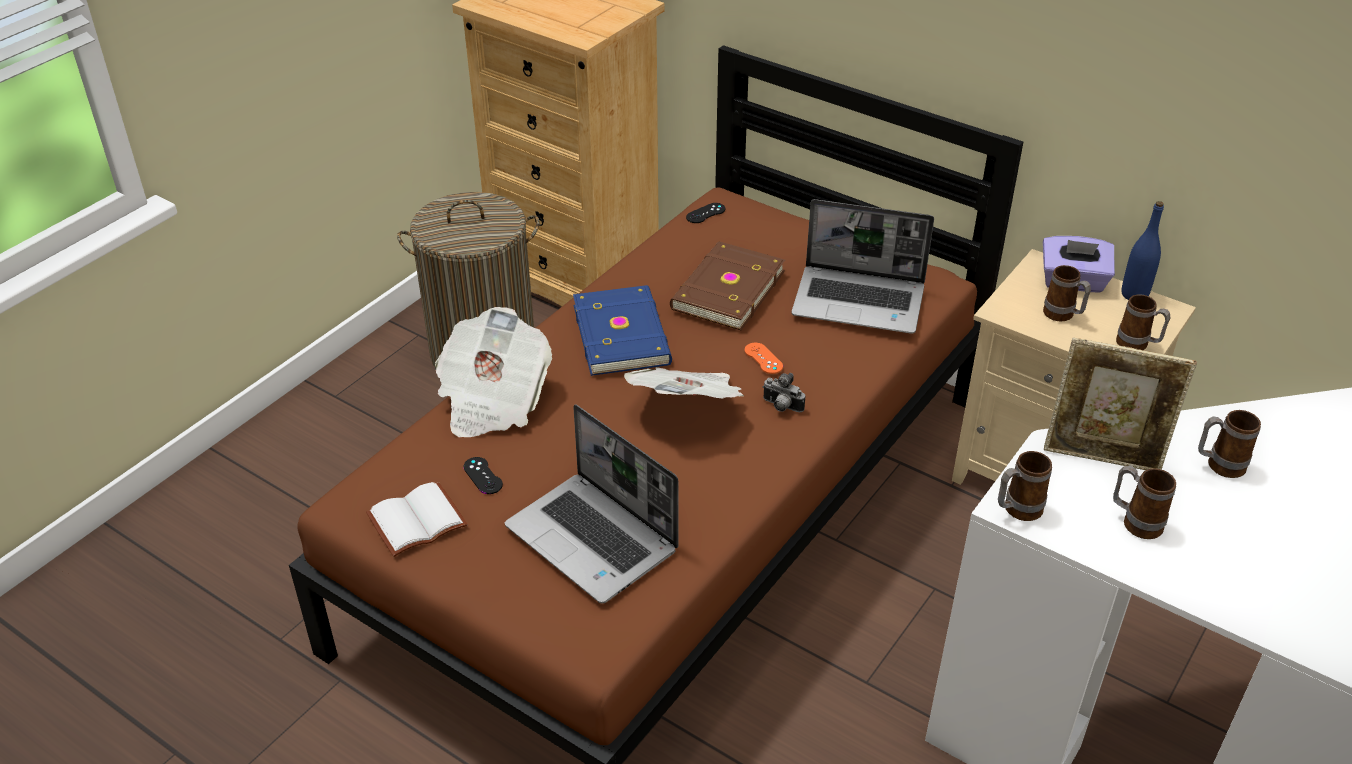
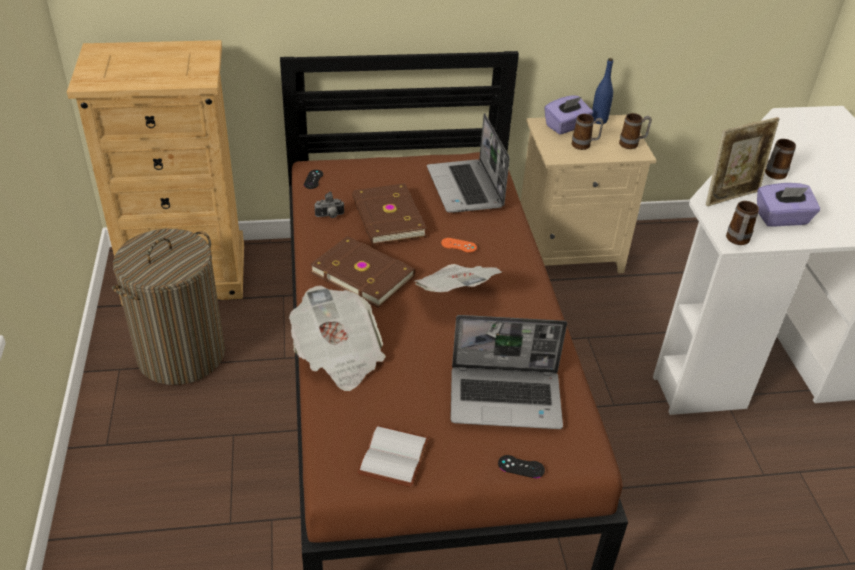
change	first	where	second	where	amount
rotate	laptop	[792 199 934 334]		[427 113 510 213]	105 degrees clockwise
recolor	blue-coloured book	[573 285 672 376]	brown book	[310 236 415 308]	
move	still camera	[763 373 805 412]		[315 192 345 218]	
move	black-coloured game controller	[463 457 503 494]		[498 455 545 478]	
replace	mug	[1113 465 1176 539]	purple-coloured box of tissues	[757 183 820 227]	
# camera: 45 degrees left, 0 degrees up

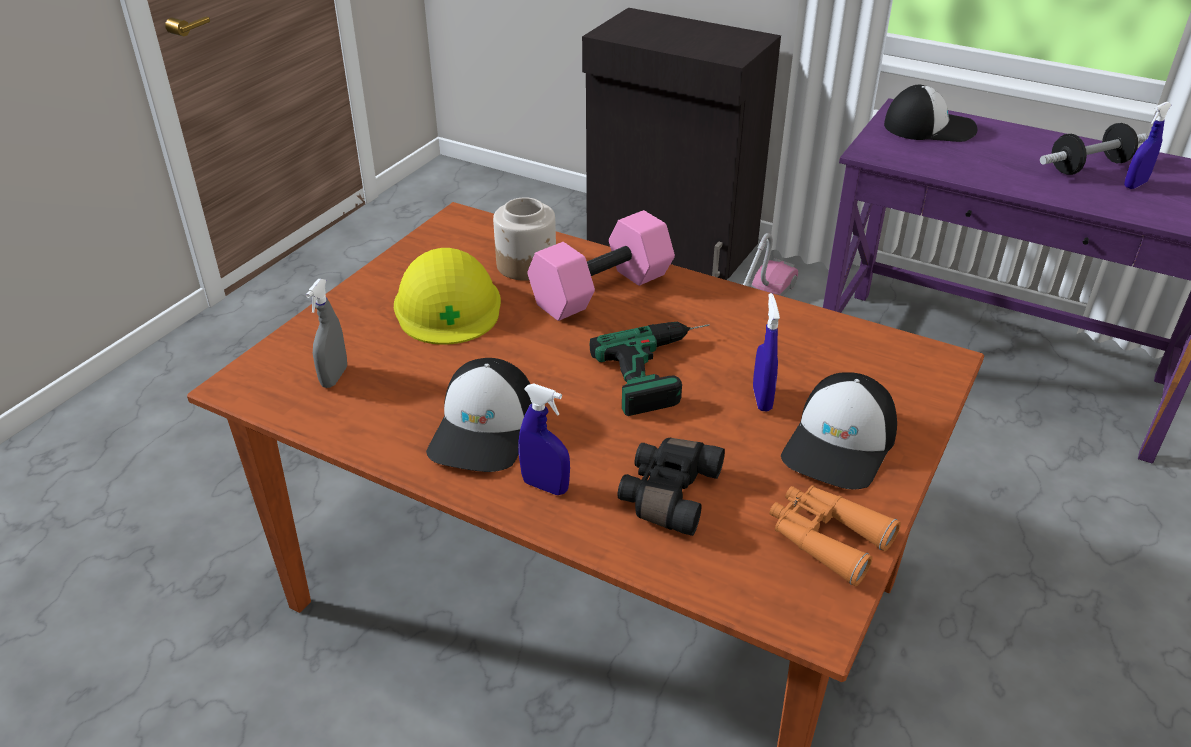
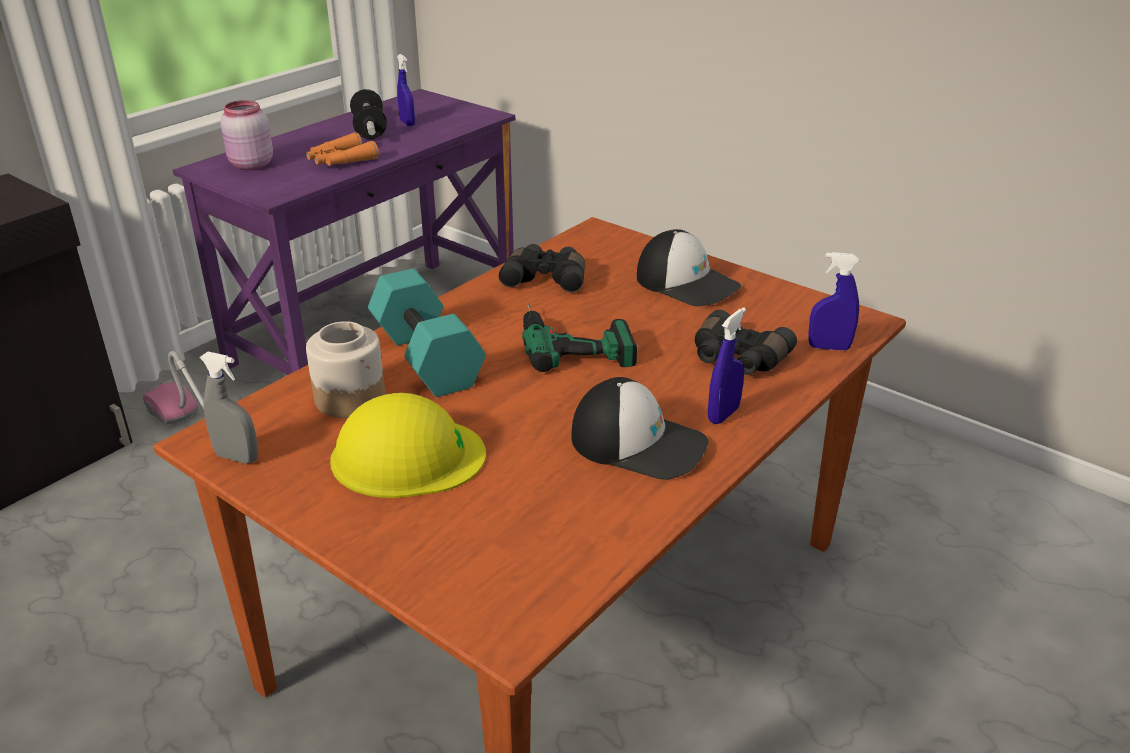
change	first	where	second	where	amount
replace	baseball cap	[884 85 977 142]	pink storage jar	[220 100 273 170]	
recolor	pink free weight	[527 210 675 321]	blue-green free weight	[368 269 486 397]	
move	grey hand sprayer	[306 279 347 388]		[199 352 258 464]	
move	blue-coloured hand sprayer	[753 293 780 411]		[808 252 859 350]	
move	orange binoculars	[769 485 901 587]		[306 132 379 166]	
insert			black-coloured binoculars	[499 244 585 292]	
# camera: 80 degrees left, 5 degrees down

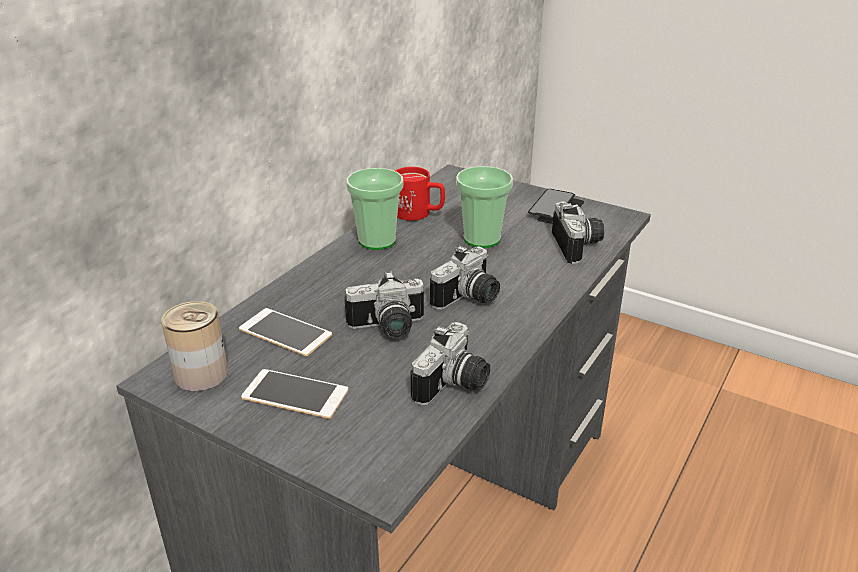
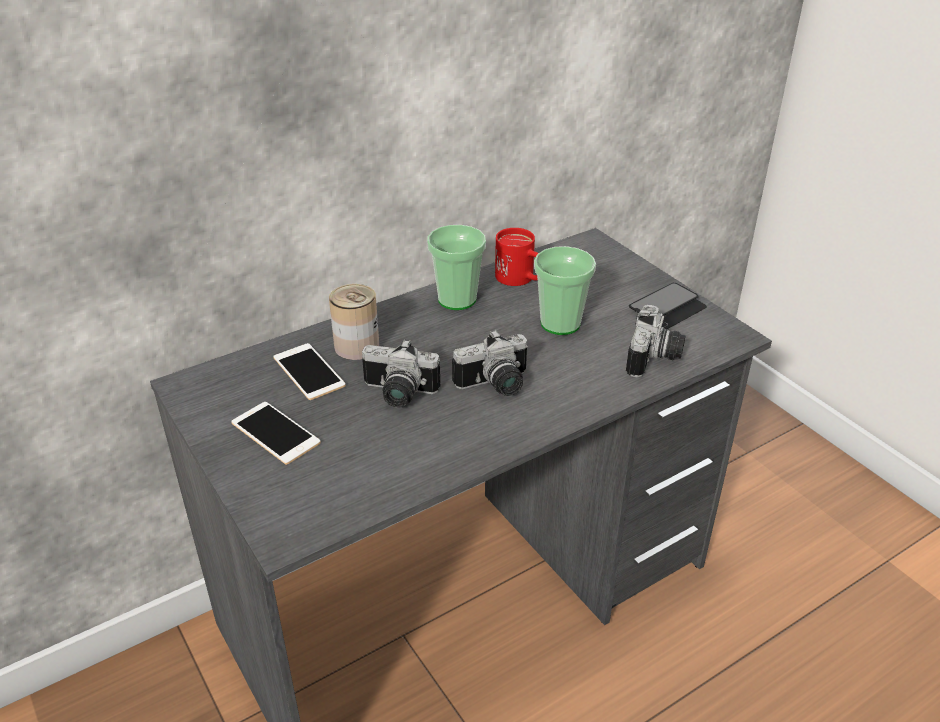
change	first	where	second	where	amount
move	metal can	[161 301 228 391]		[329 284 379 360]	
delete	still camera	[411 322 490 406]			
# camera: 25 degrees right, 5 degrees up

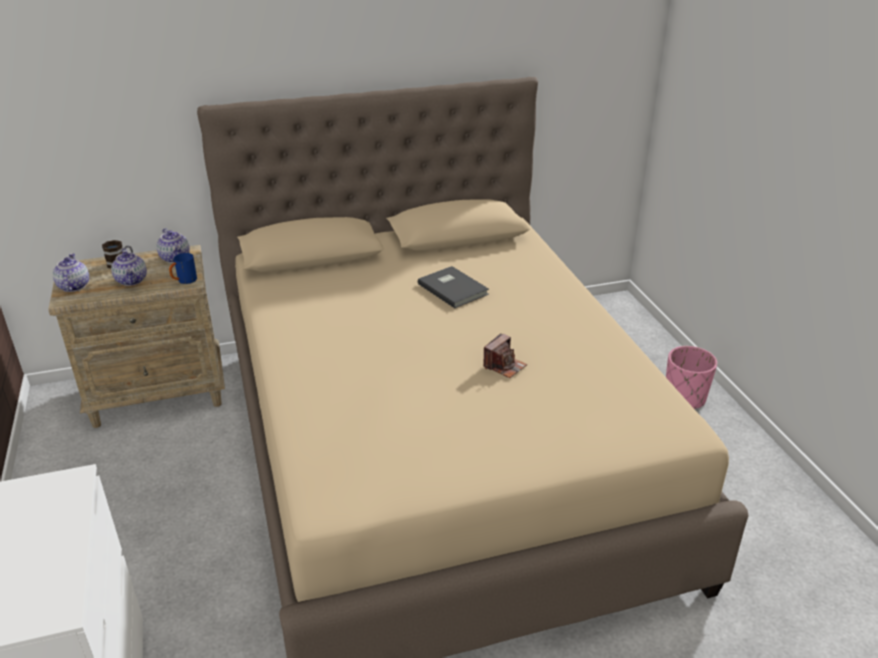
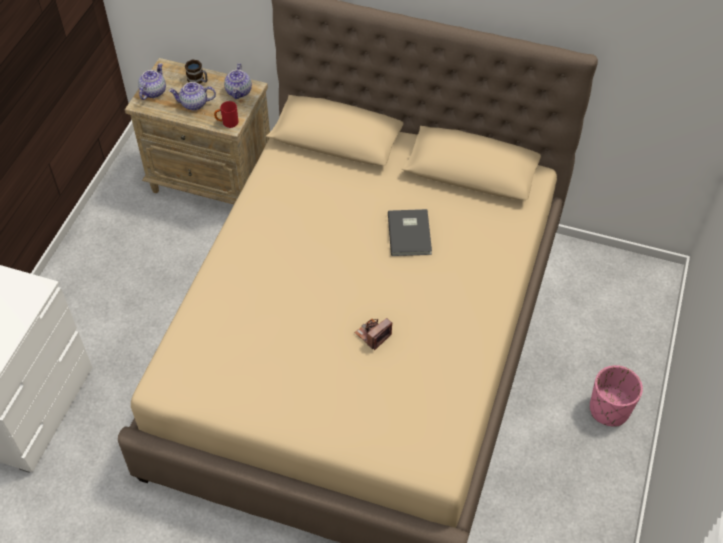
change	first	where	second	where	amount
rotate	tea pot	[111 249 147 286]		[169 82 216 110]	75 degrees clockwise
recolor	blue-coloured mug	[169 253 197 284]	red mug	[214 101 238 128]	
rotate	still camera	[483 333 527 378]		[354 318 392 350]	150 degrees clockwise
# camera: 35 degrees right, 20 degrees up

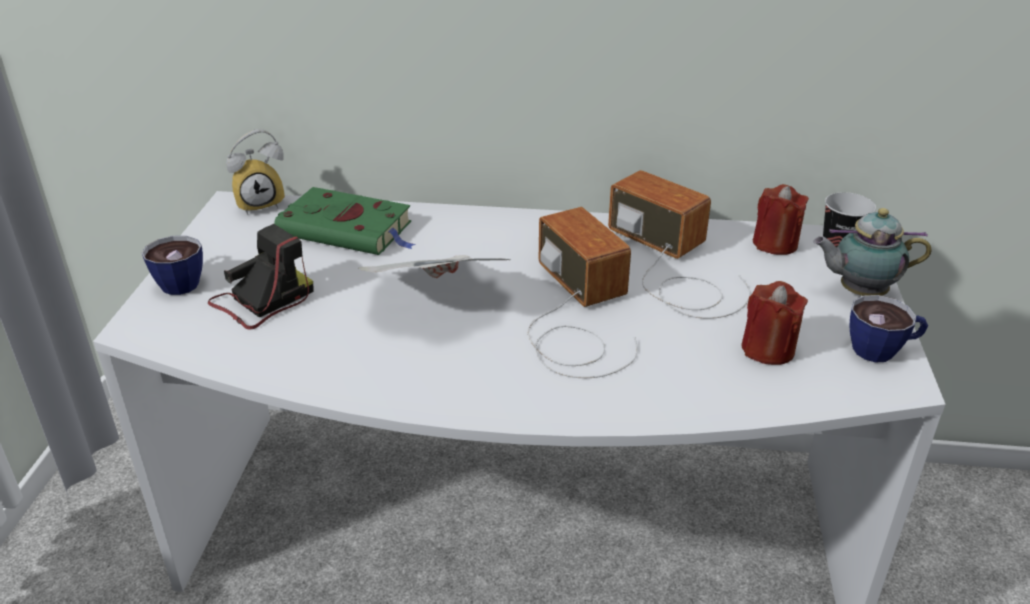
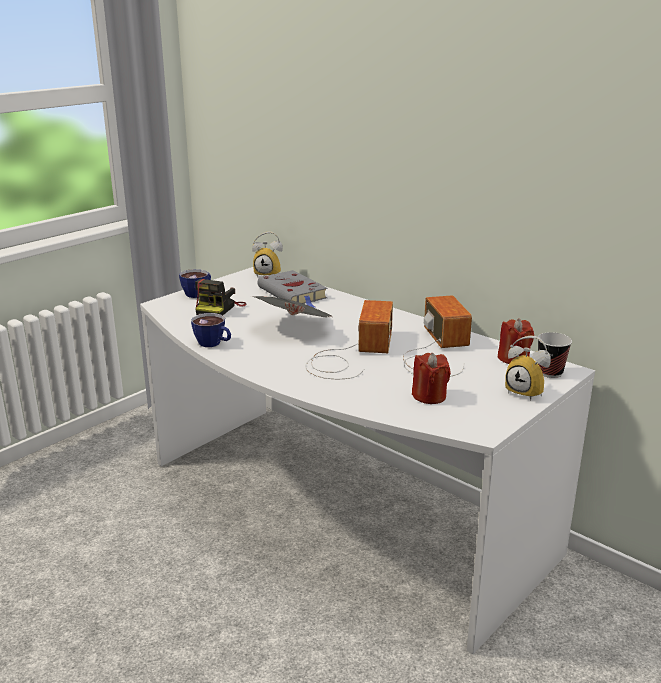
change	first	where	second	where	amount
recolor	green book	[274 187 416 255]	grey book	[258 270 327 307]	
replace	tea pot	[813 208 932 296]	alarm clock	[505 336 551 400]	
rotate	still camera	[208 224 314 330]		[195 279 247 315]	120 degrees clockwise
move	drinking cup	[849 295 928 362]		[191 313 231 347]	
# camera: 35 degrees right, 10 degrees down

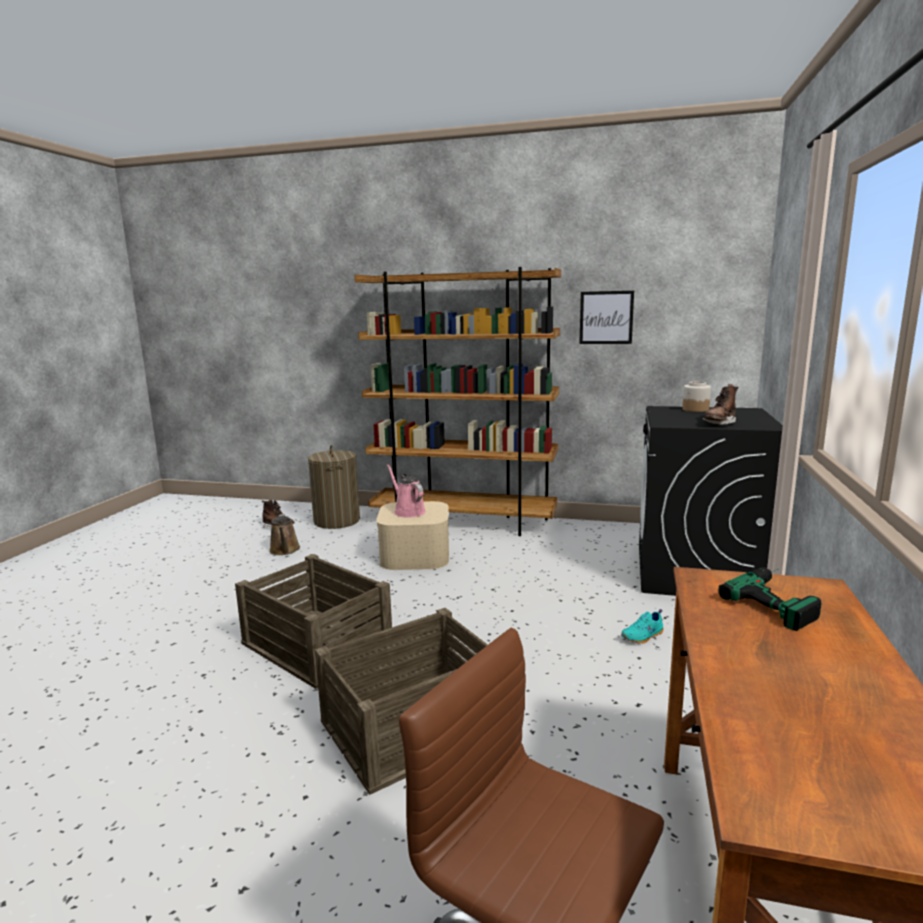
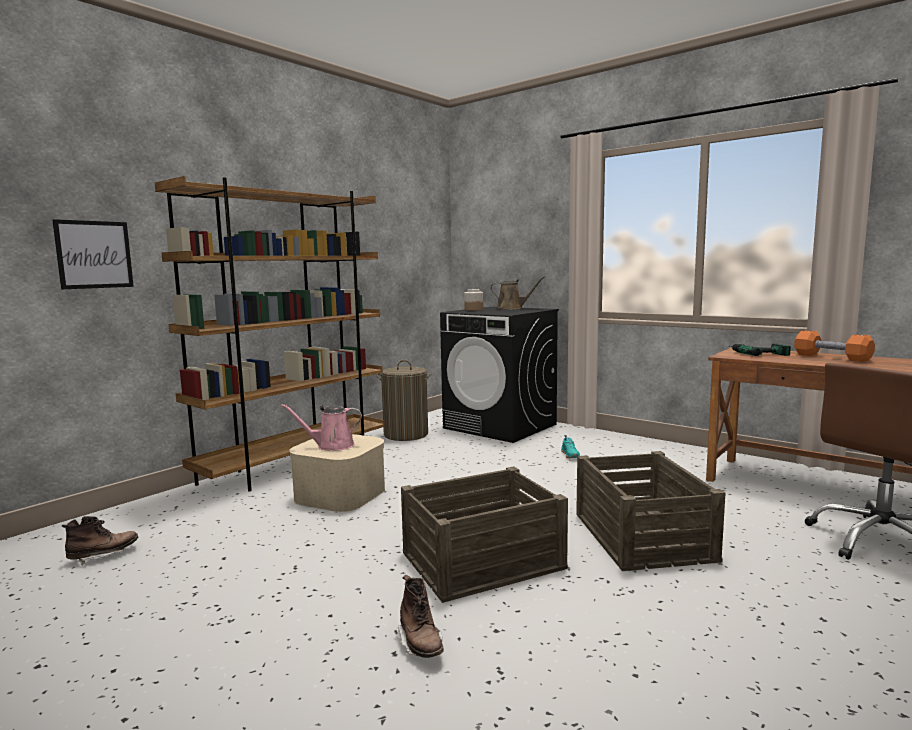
change	first	where	second	where	amount
move	wall art	[579 291 634 344]		[52 219 134 289]	
move	brown boot	[702 384 739 425]		[394 575 444 658]	
move	laundry basket	[308 445 360 529]		[376 360 432 441]	
move	brown watering can	[269 514 300 555]		[490 276 546 309]	
insert			orange free weight	[794 330 875 362]	
# camera: 65 degrees left, 5 degrees down

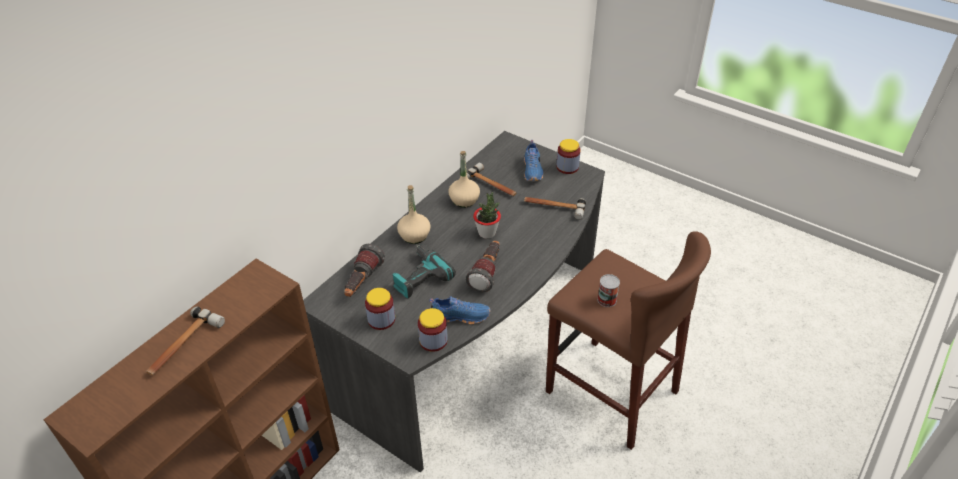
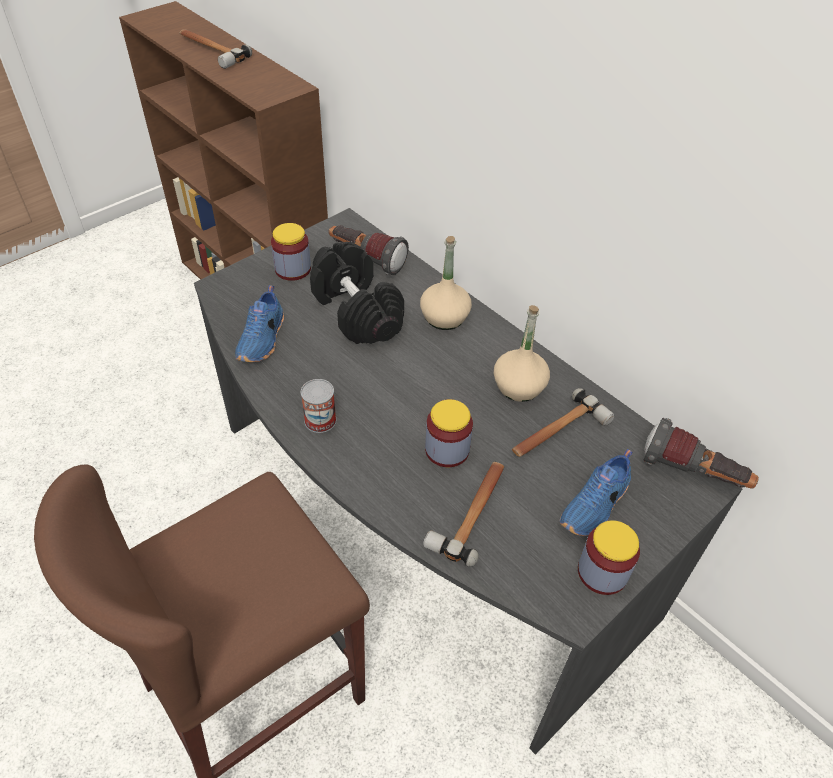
change	first	where	second	where	amount
rotate	blue-coloured shoe	[524 140 543 181]		[560 449 633 536]	60 degrees counterclockwise
delete	potted plant	[473 192 501 239]			
move	flashlight	[466 240 500 292]		[644 418 759 489]	
replace	drill	[392 244 456 298]	black-coloured free weight	[310 242 404 344]	
move	metal can	[597 274 620 307]		[301 379 336 433]	
move	storage jar	[418 308 448 352]		[425 399 473 467]	
# camera: 100 degrees right, 5 degrees up

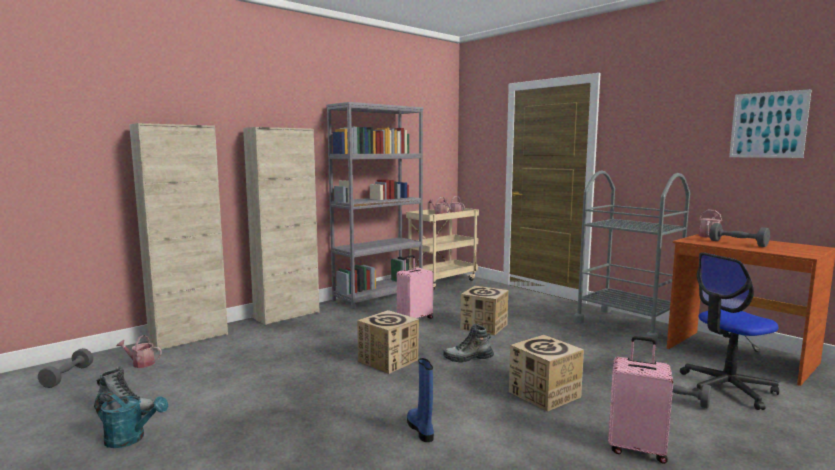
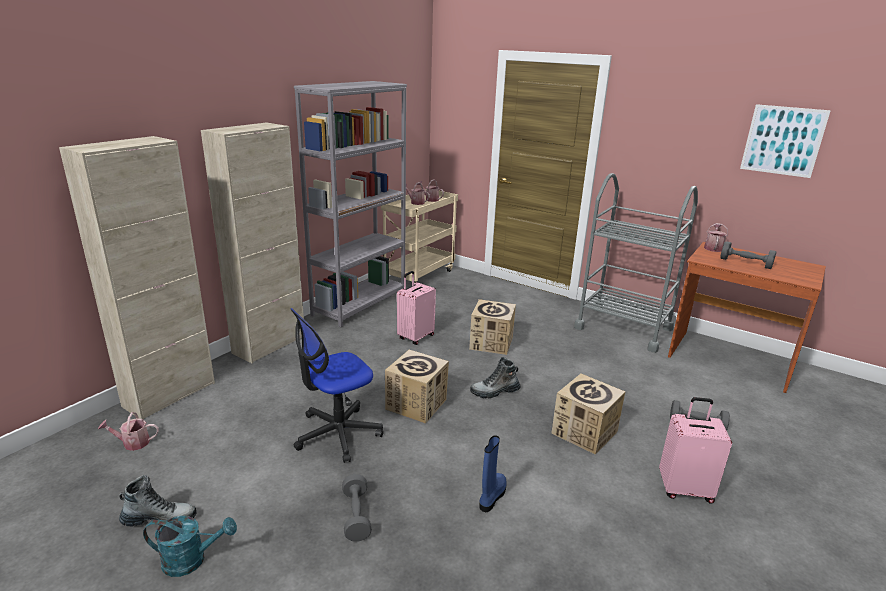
change	first	where	second	where	amount
move	office chair	[680 252 779 410]		[290 308 384 463]	
move	grey free weight	[38 348 93 388]		[342 474 372 542]	
rotate	blue-coloured boot	[407 358 434 442]		[480 435 507 512]	60 degrees clockwise
# camera: 15 degrees left, 15 degrees up

